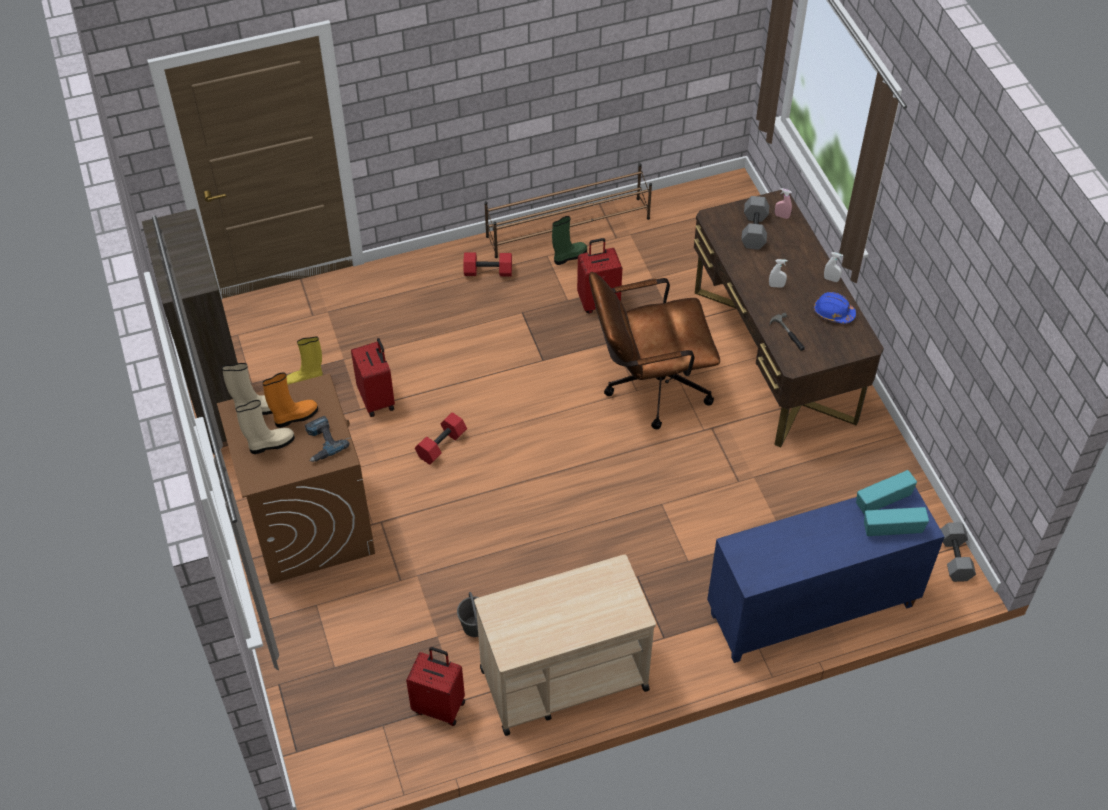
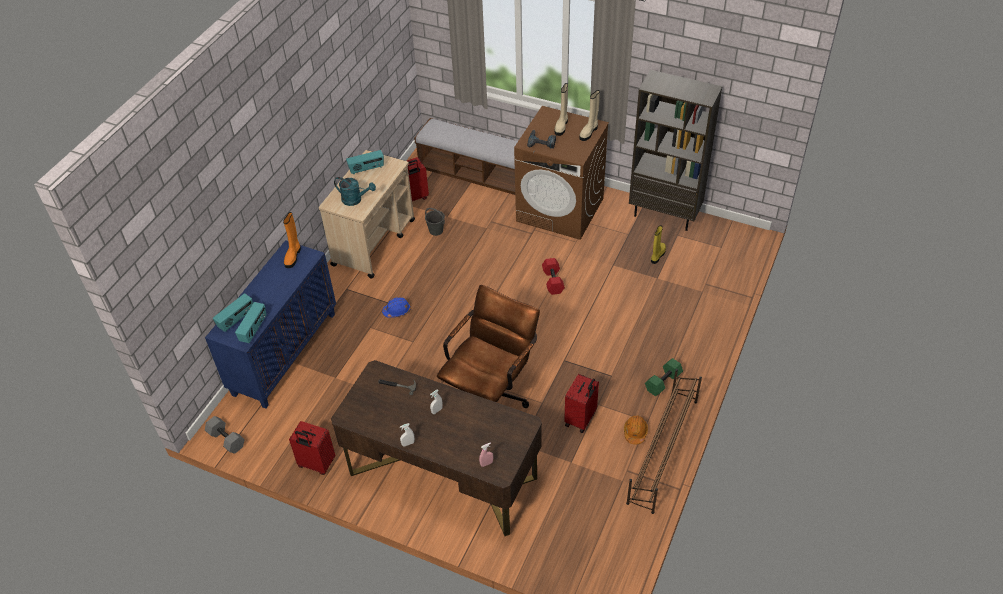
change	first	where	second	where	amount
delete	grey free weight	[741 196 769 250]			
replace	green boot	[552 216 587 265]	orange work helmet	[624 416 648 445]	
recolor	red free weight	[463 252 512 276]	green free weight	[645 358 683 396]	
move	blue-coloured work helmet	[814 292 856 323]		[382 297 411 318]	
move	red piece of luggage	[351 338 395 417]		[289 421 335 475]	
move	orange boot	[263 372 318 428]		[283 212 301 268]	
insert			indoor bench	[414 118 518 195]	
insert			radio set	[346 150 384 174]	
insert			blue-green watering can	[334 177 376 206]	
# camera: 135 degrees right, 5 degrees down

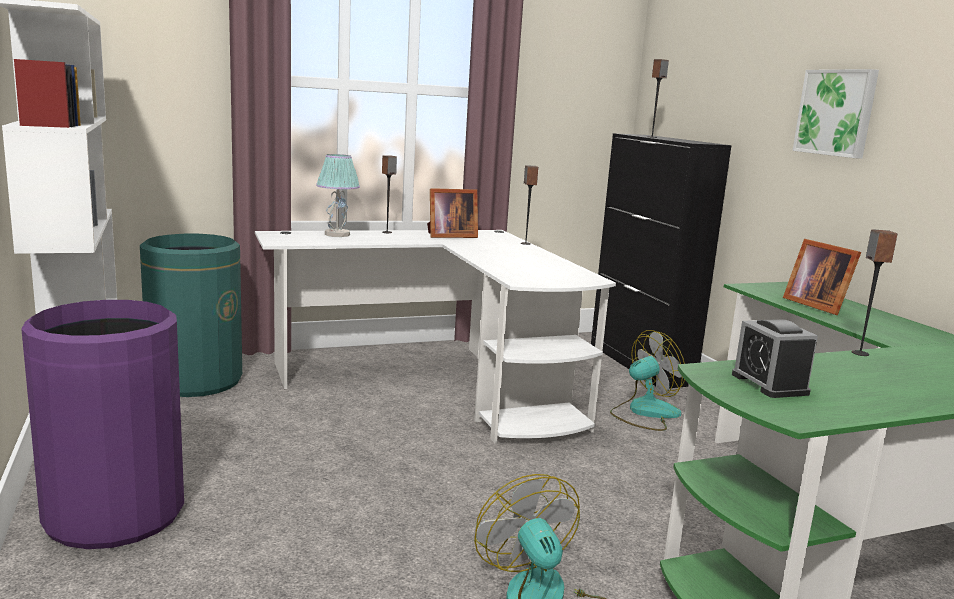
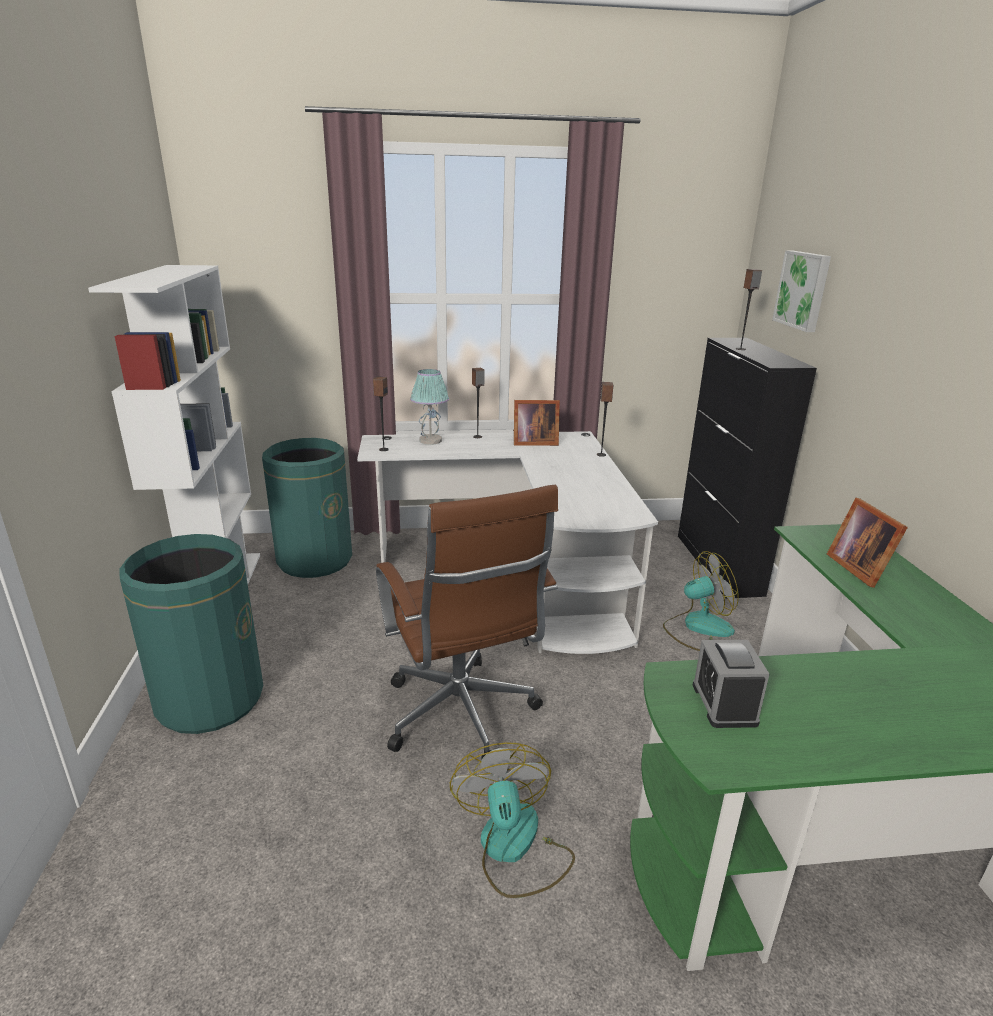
change	first	where	second	where	amount
move	wall art	[793 69 879 159]		[772 250 831 332]	
move	audio speaker	[851 229 897 356]		[373 376 389 451]	
recolor	purple-coloured rubbish bin	[21 300 184 549]	green rubbish bin	[119 534 263 734]	
insert			brown office chair	[376 485 558 759]	
# camera: 15 degrees right, 10 degrees up

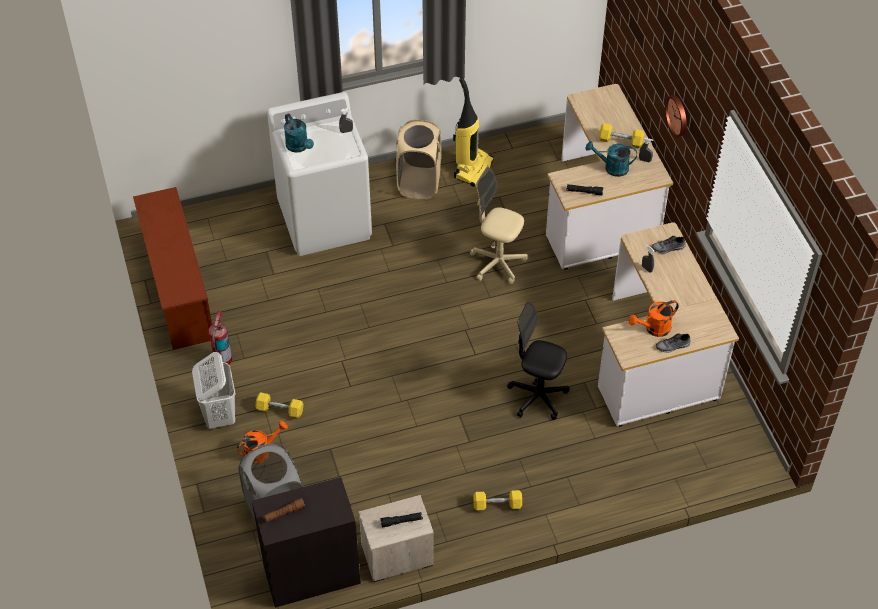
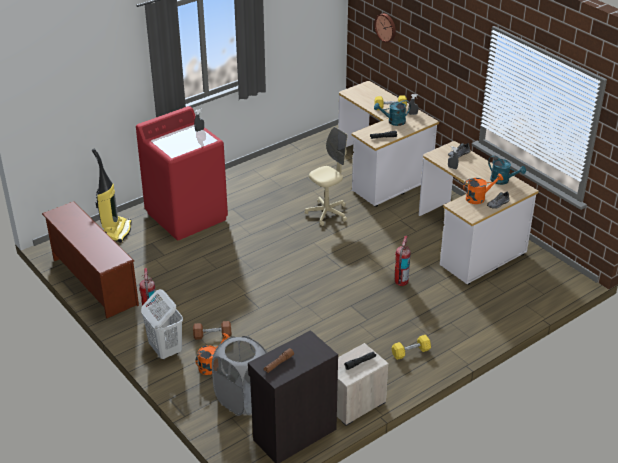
change	first	where	second	where	amount
move	vacuum	[453 77 494 187]		[92 148 132 243]	
recolor	whitish laundry appliance	[267 92 372 256]	red laundry appliance	[136 106 228 240]	
move	clock on the wall	[665 95 687 137]		[374 13 396 43]	
move	blue-green watering can	[284 113 314 153]		[488 155 526 185]	
delete	sand-coloured laundry basket	[396 120 441 199]			
rotate	sand-coloured office chair	[470 167 528 284]		[305 127 347 226]	135 degrees clockwise
rotate	orange watering can	[628 300 679 337]		[463 173 504 204]	150 degrees counterclockwise
replace	black-coloured office chair	[507 301 569 420]	fire extinguisher	[395 236 411 286]	
recolor	yellow free weight	[255 392 304 418]	brown free weight	[193 321 231 340]	
# camera: 20 degrees left, 15 degrees down

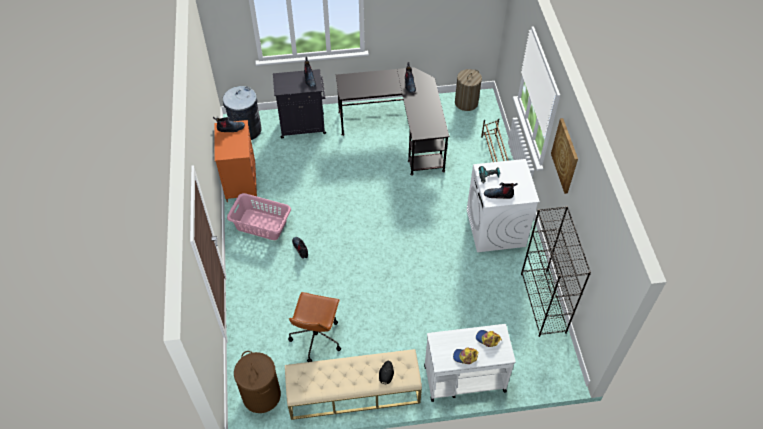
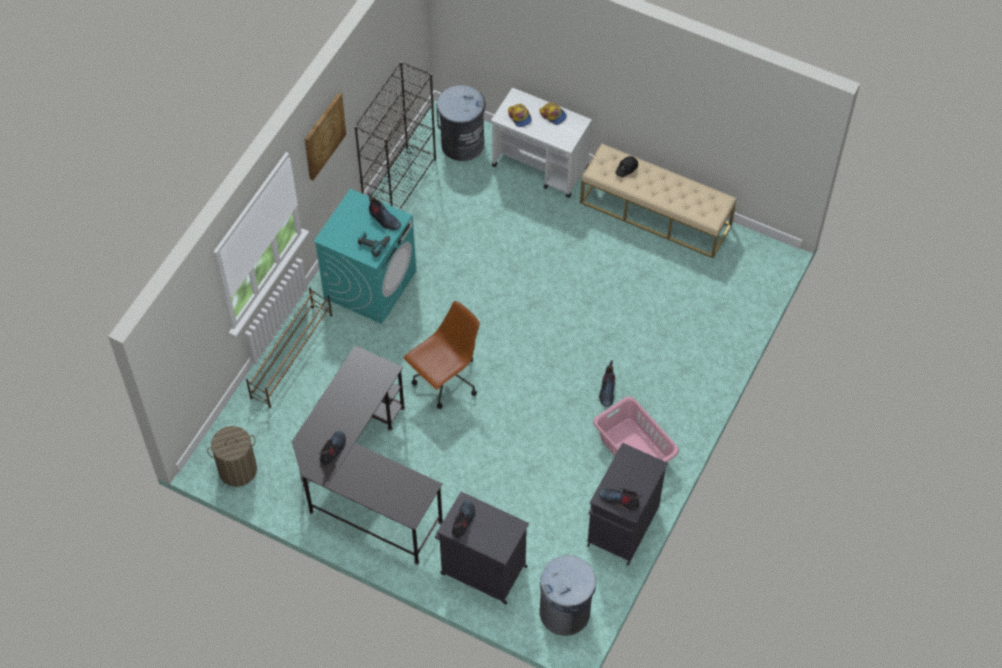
change	first	where	second	where	amount
recolor	orange cabinet	[214 120 257 202]	black-coloured cabinet	[587 443 668 565]	
recolor	whitish laundry appliance	[467 159 540 252]	blue-green laundry appliance	[313 189 416 324]	
move	brown office chair	[288 292 341 362]		[403 301 480 409]	
delete	brown laundry basket	[234 351 281 413]			
insert			grey rubbish bin	[436 85 486 161]	
# camera: 145 degrees left, 5 degrees up

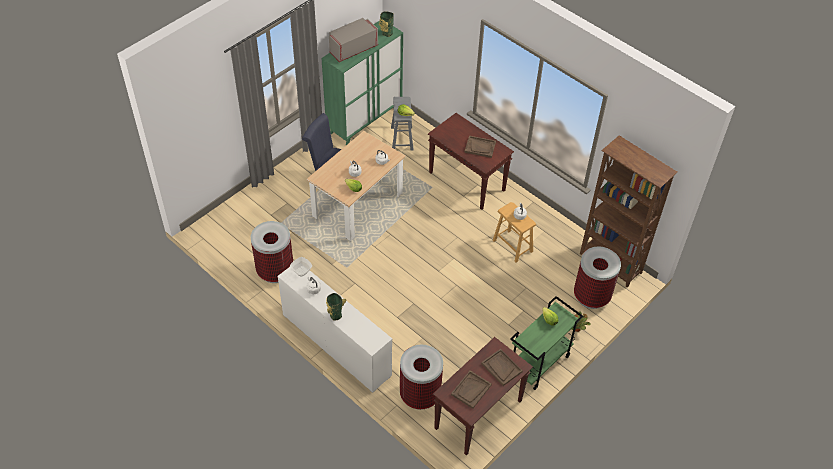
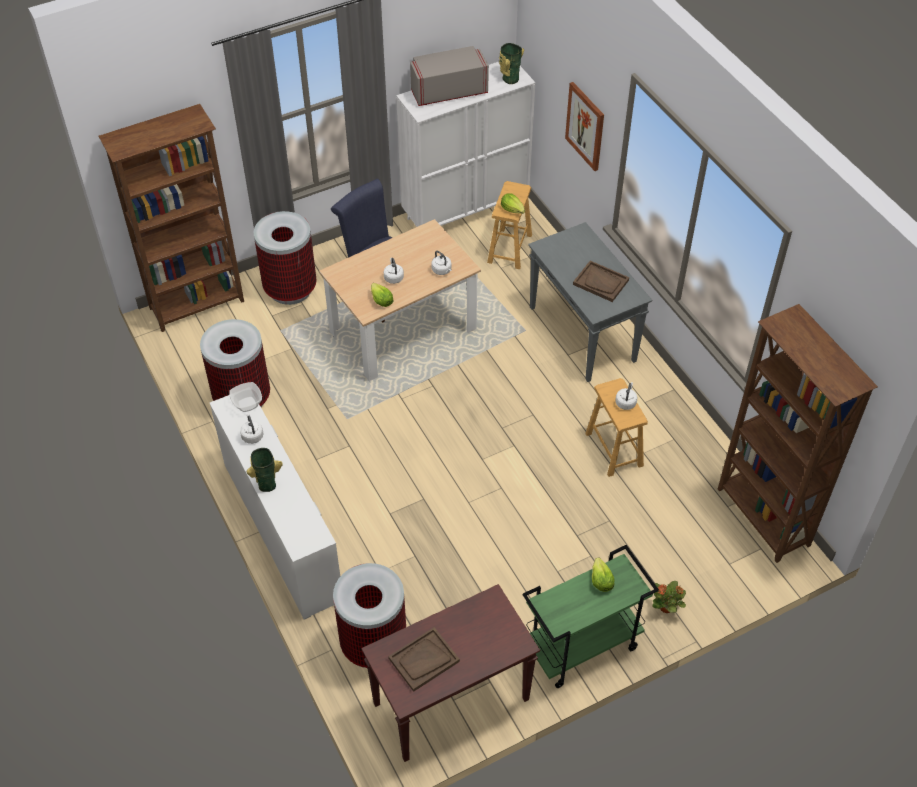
change	first	where	second	where	amount
recolor	green cabinet	[322 21 403 145]	whitish cabinet	[396 62 535 227]	
recolor	grey stool seat	[391 97 414 150]	brown stool seat	[487 181 532 269]	
recolor	brown console table	[428 113 514 210]	grey console table	[528 222 652 382]	
move	rubbish bin	[574 246 621 309]		[254 211 317 305]	
delete	brown tray	[481 349 523 386]			
insert			wall art	[565 82 604 171]	
insert			brown shelving unit	[98 104 244 332]	
# camera: 20 degrees right, 0 degrees up

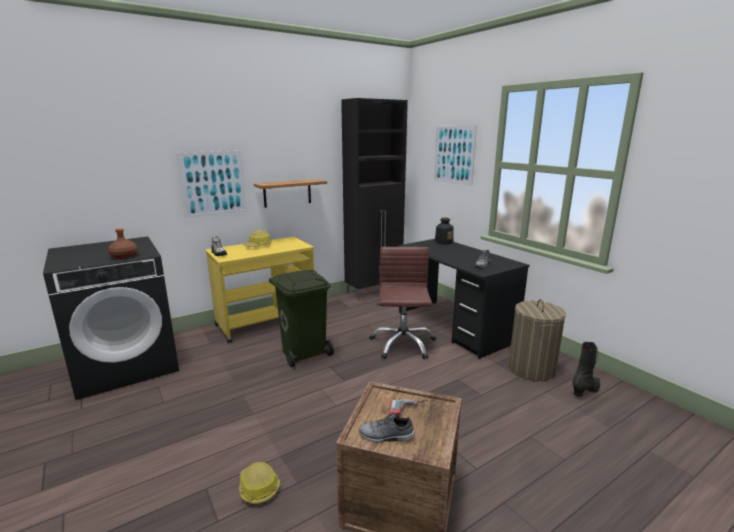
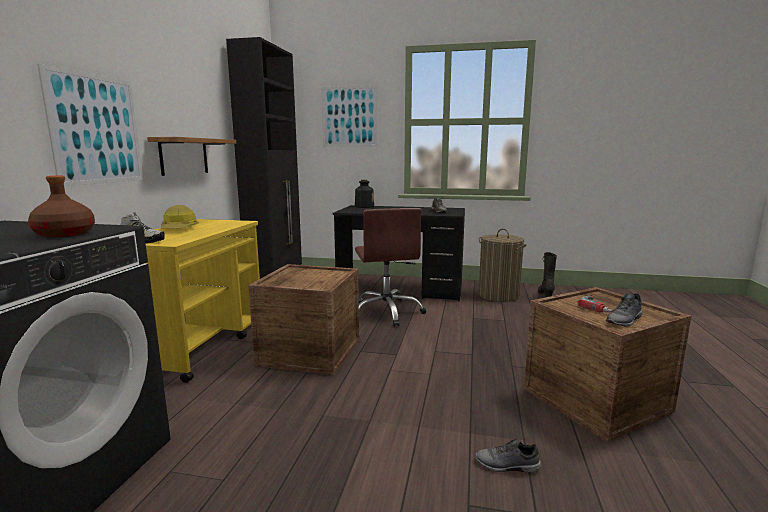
change	first	where	second	where	amount
rotate	brown office chair	[369 247 436 359]		[355 208 426 327]	150 degrees counterclockwise
replace	green rubbish bin	[269 270 334 367]	crate	[248 264 359 376]	
replace	work helmet	[239 462 280 504]	grey shoe	[475 439 541 472]	
# camera: 45 degrees left, 5 degrees down

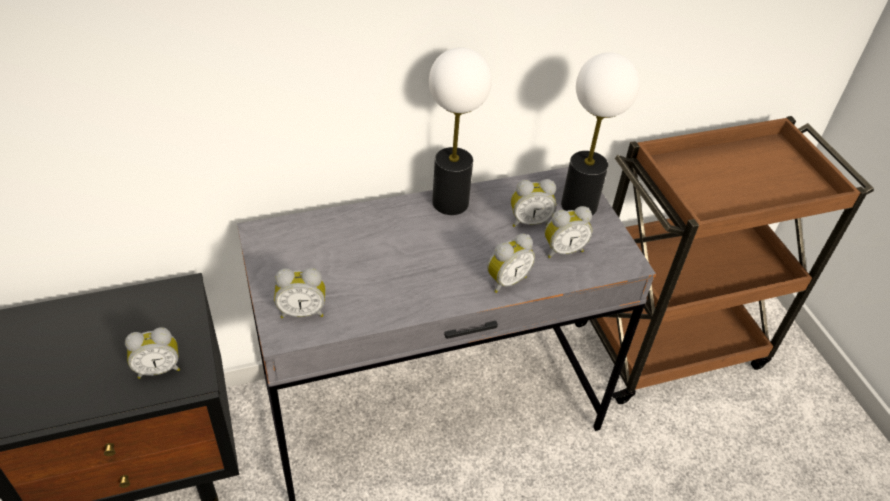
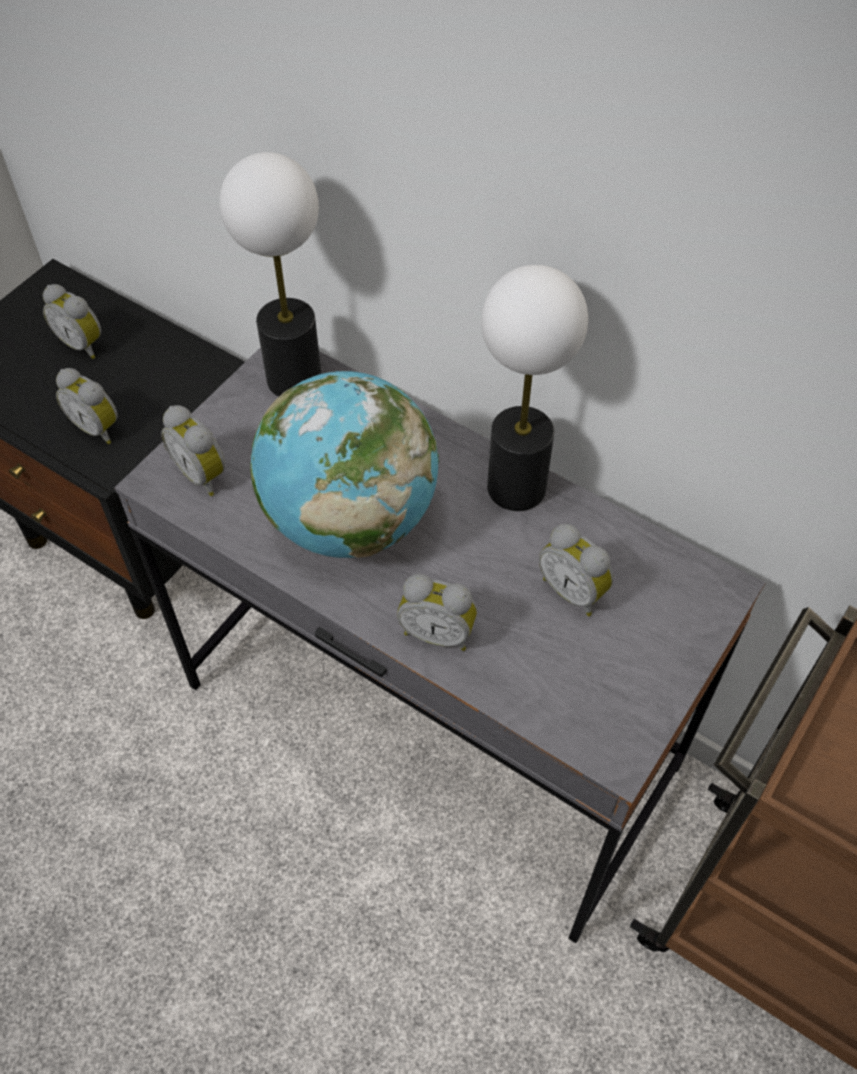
change	first	where	second	where	amount
move	lamp for a table	[561 52 640 215]		[220 152 321 397]	
move	alarm clock	[545 206 593 258]		[43 284 101 359]	
insert			desk globe	[251 371 439 558]	
# camera: 55 degrees right, 10 degrees up

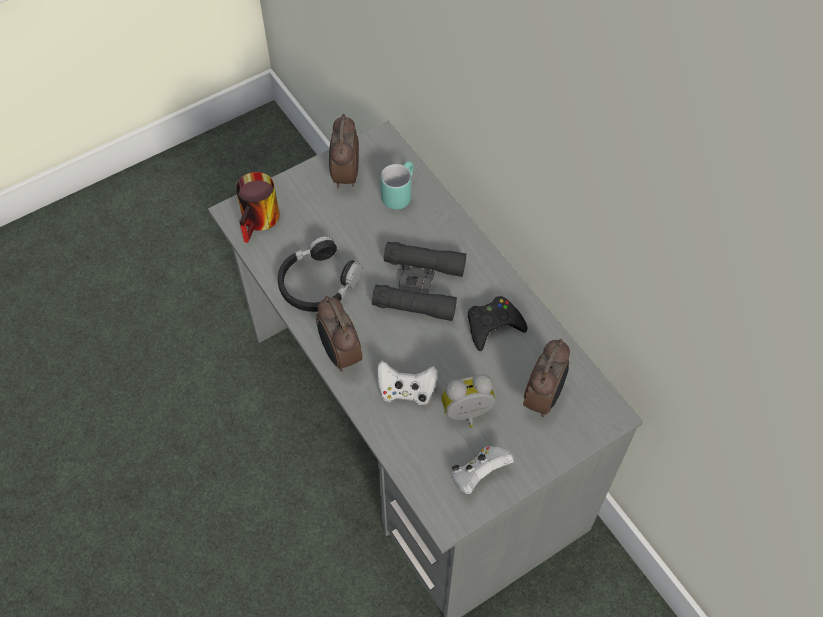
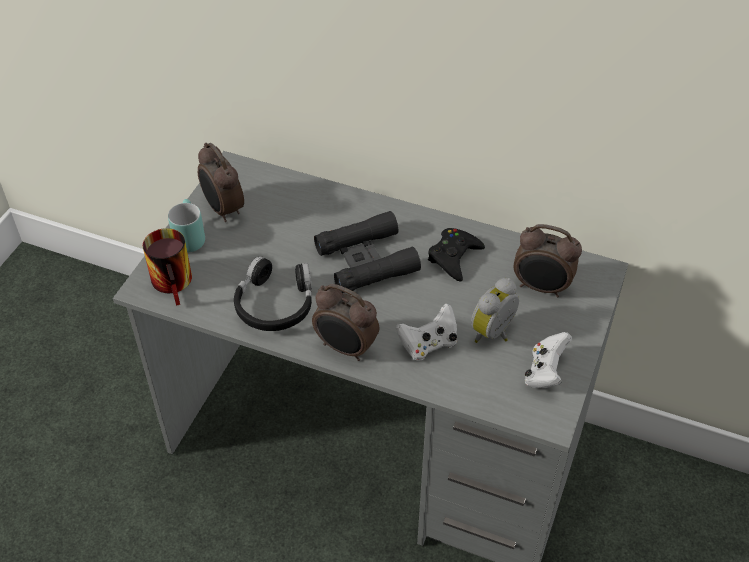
change	first	where	second	where	amount
move	blue-green mug	[381 161 414 210]		[168 199 205 252]	
rotate	alarm clock	[523 339 570 417]		[514 224 582 297]	120 degrees clockwise
# camera: 35 degrees left, 10 degrees down

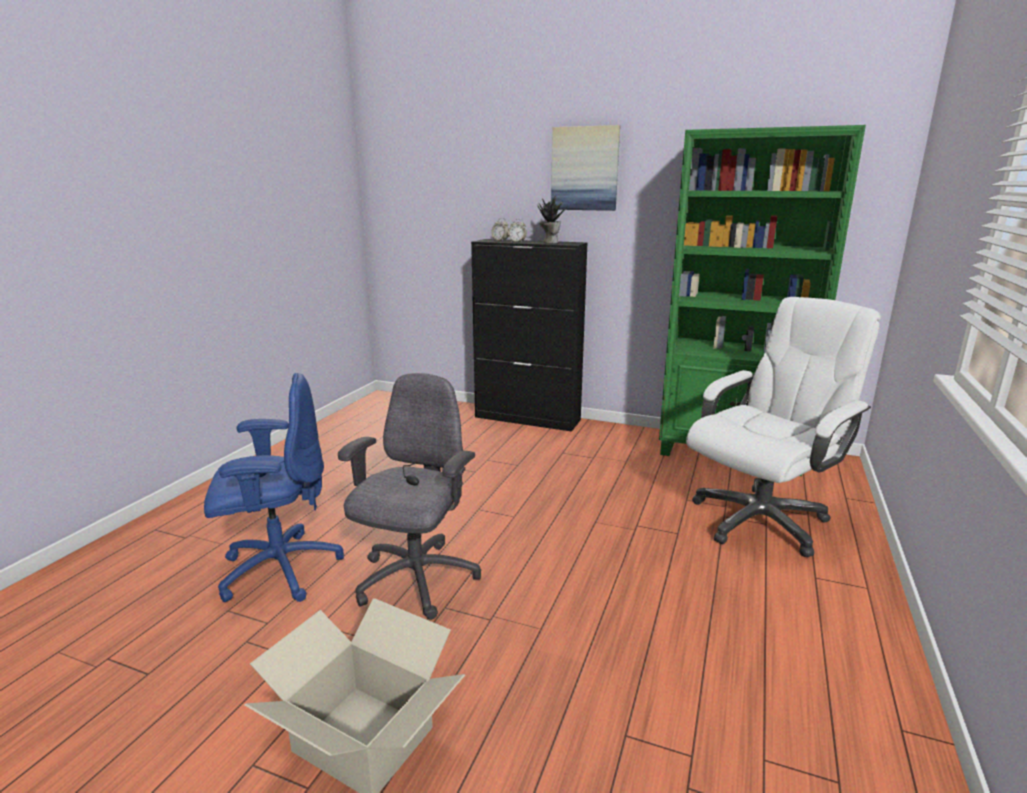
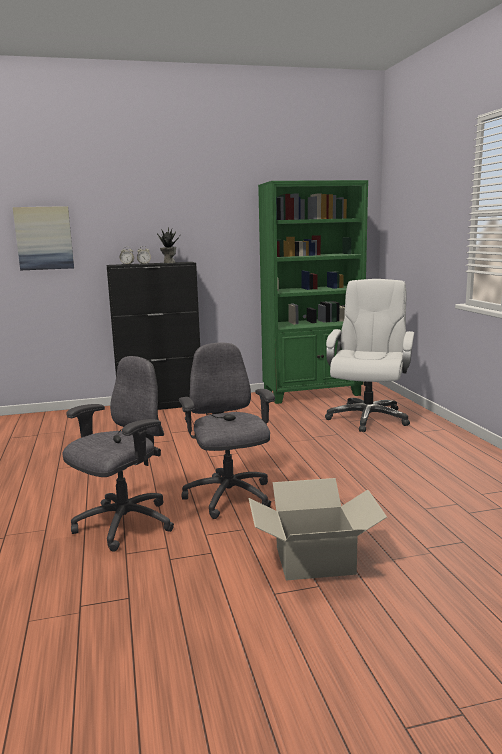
change	first	where	second	where	amount
move	wall art	[551 125 620 211]		[13 206 74 270]	
recolor	blue-coloured office chair	[204 373 344 602]	grey office chair	[63 356 174 552]	
# camera: 35 degrees left, 5 degrees down

